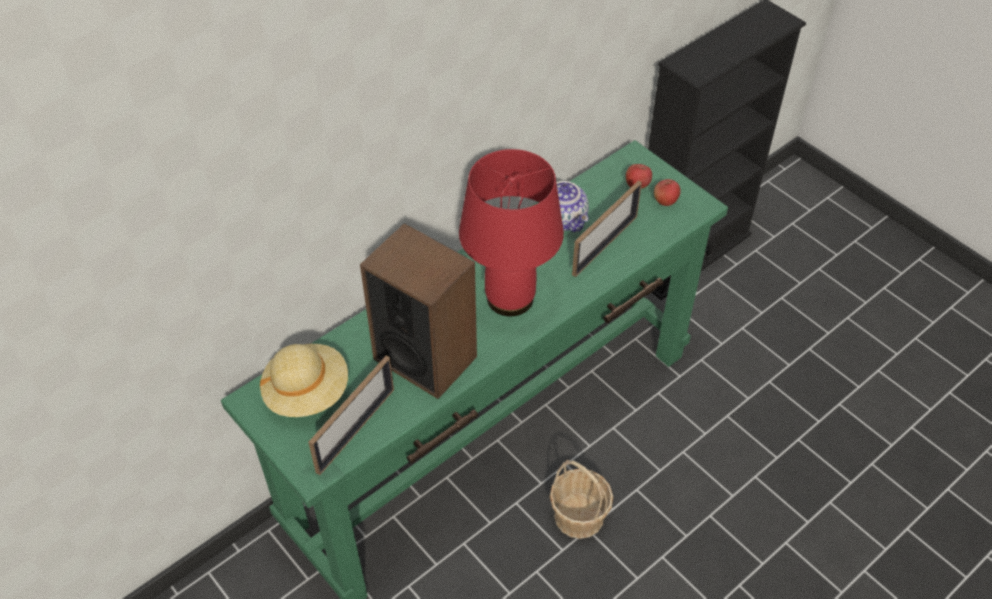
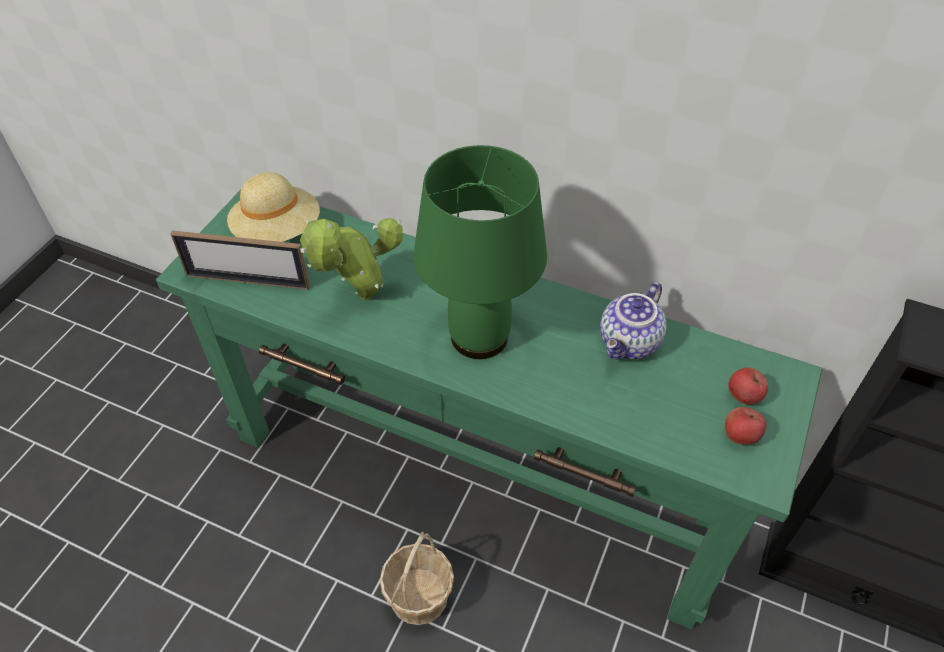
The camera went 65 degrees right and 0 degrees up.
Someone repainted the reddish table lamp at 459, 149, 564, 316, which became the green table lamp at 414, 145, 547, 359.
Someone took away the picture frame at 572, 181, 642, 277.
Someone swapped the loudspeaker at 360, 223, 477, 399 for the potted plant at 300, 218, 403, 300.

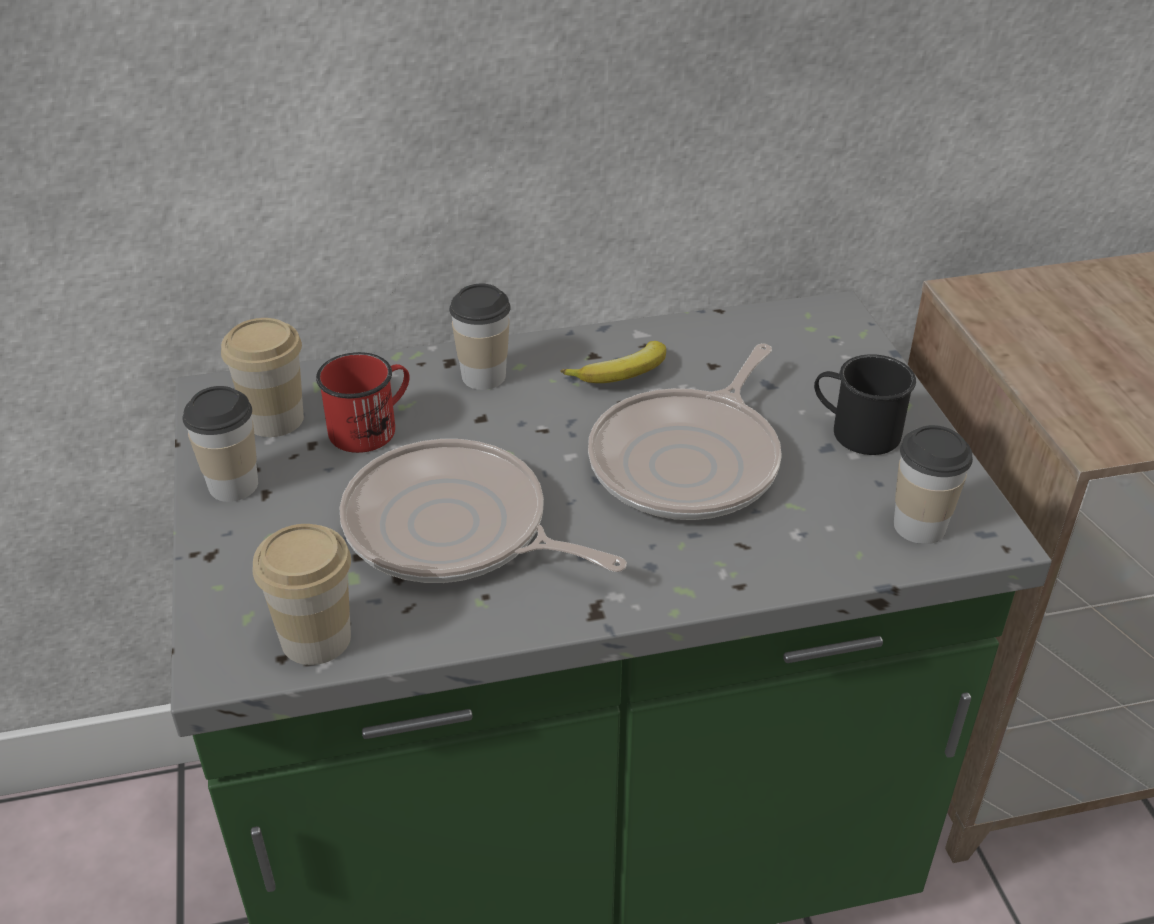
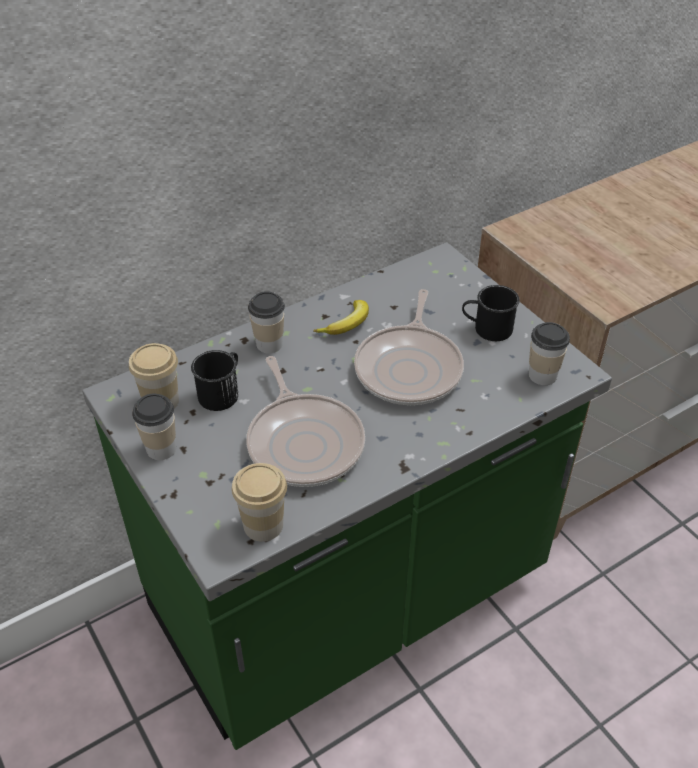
The camera went 20 degrees left and 5 degrees up.
Someone repainted the reddish coffee mug at 316, 352, 410, 453, which became the black-coloured coffee mug at 191, 350, 238, 411.
Someone rotated the skillet at 339, 439, 627, 583 by 120 degrees counterclockwise.

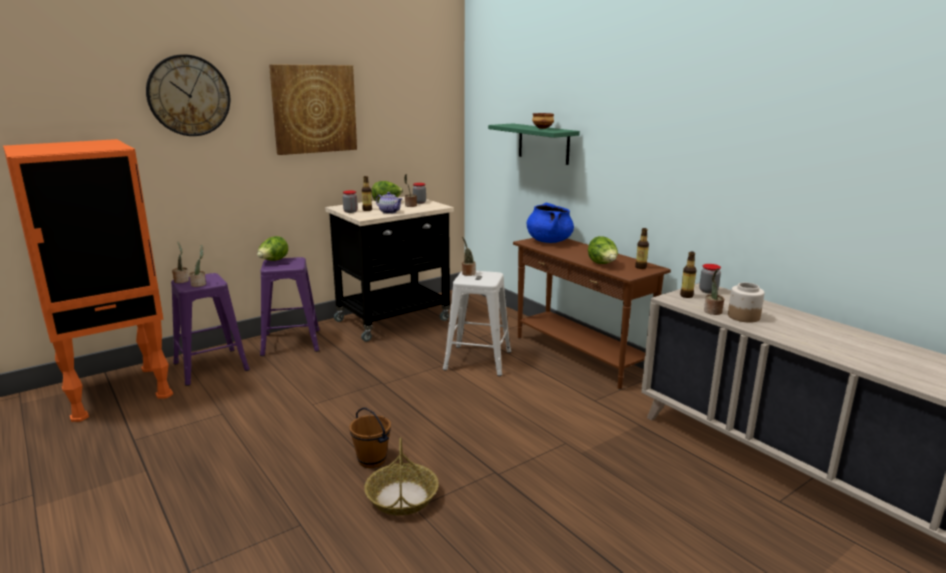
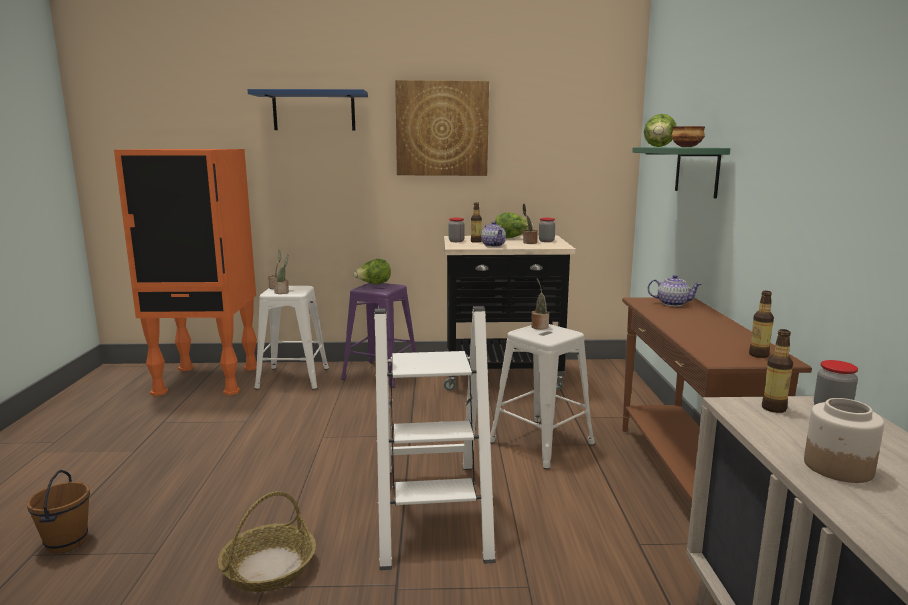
The camera went 35 degrees right and 5 degrees down.
Someone swapped the clock on the wall at 146, 54, 230, 136 for the blue wall shelf at 247, 89, 368, 130.
Someone swapped the blue cooking pot at 527, 203, 574, 243 for the teapot at 648, 275, 702, 306.
Someone carried the lettuce from 588, 236, 618, 264 to 644, 114, 677, 147.
Someone took away the potted plant at 704, 268, 724, 315.
Someone repainted the purple-coloured stool at 171, 273, 250, 386, which became the whitish stool at 254, 286, 329, 390.
Someone carried the brown bucket from 349, 407, 391, 468 to 27, 470, 90, 553.
Someone put down the whitish step ladder at 374, 306, 496, 570.

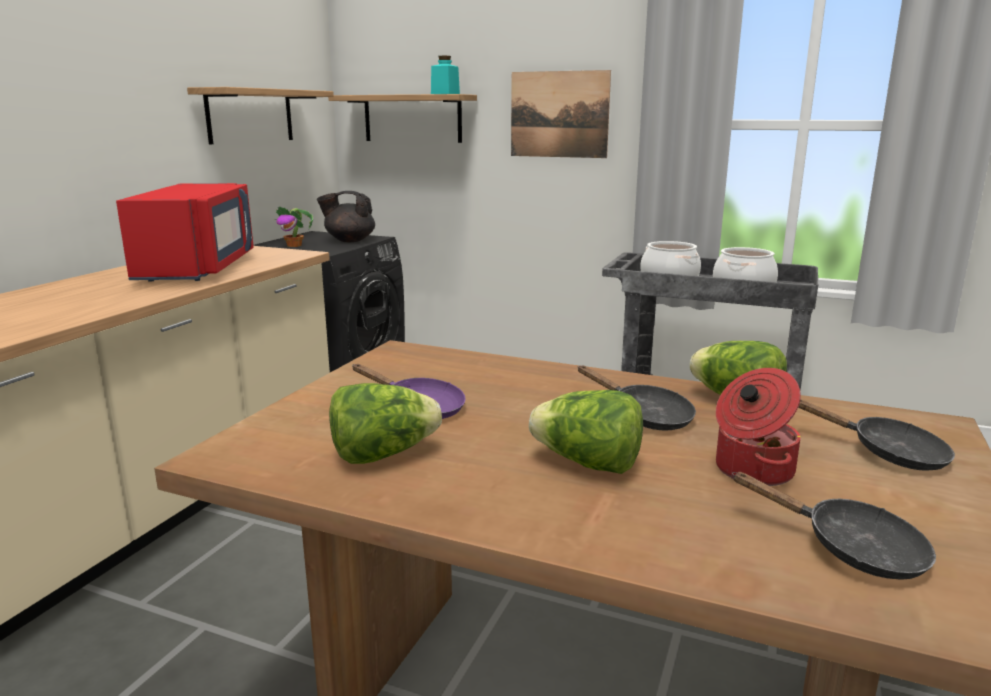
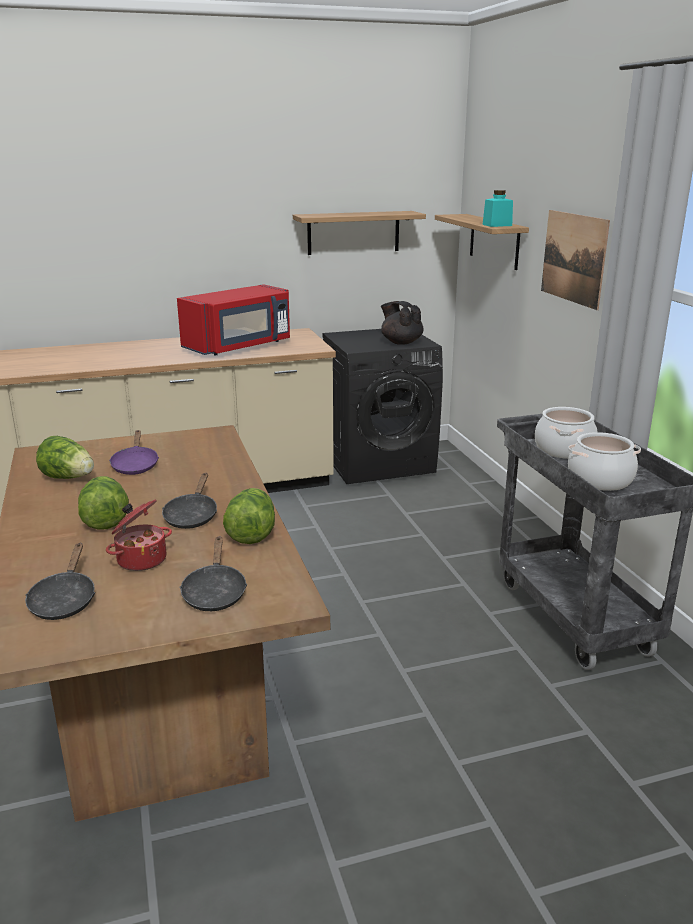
The camera went 50 degrees right and 5 degrees up.
Someone took away the potted plant at 274, 207, 313, 247.

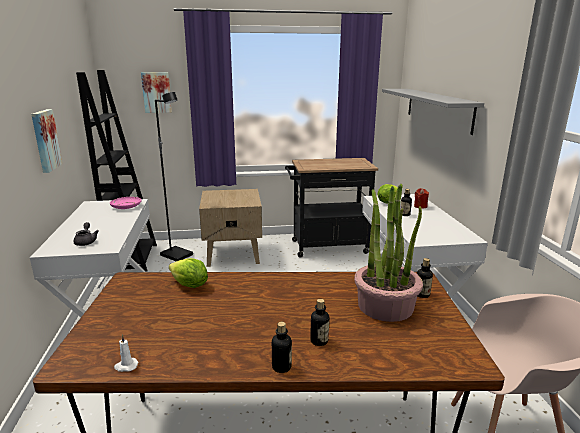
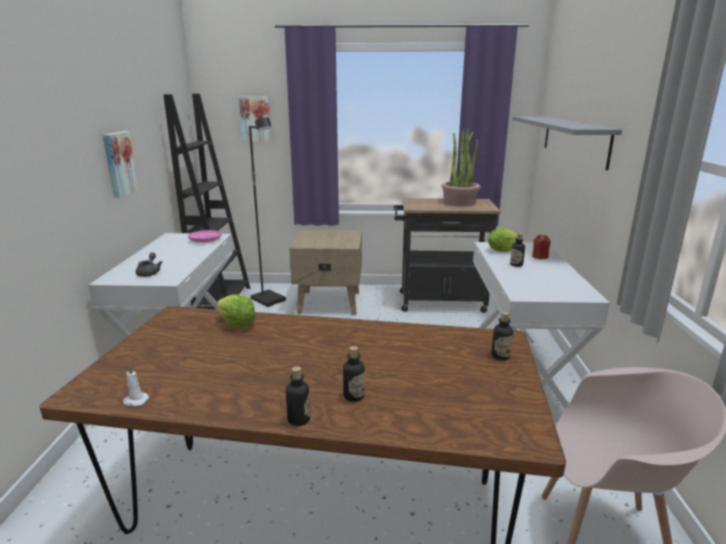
The camera went 10 degrees right and 0 degrees up.
Someone carried the potted plant from 354, 184, 423, 322 to 442, 129, 480, 206.

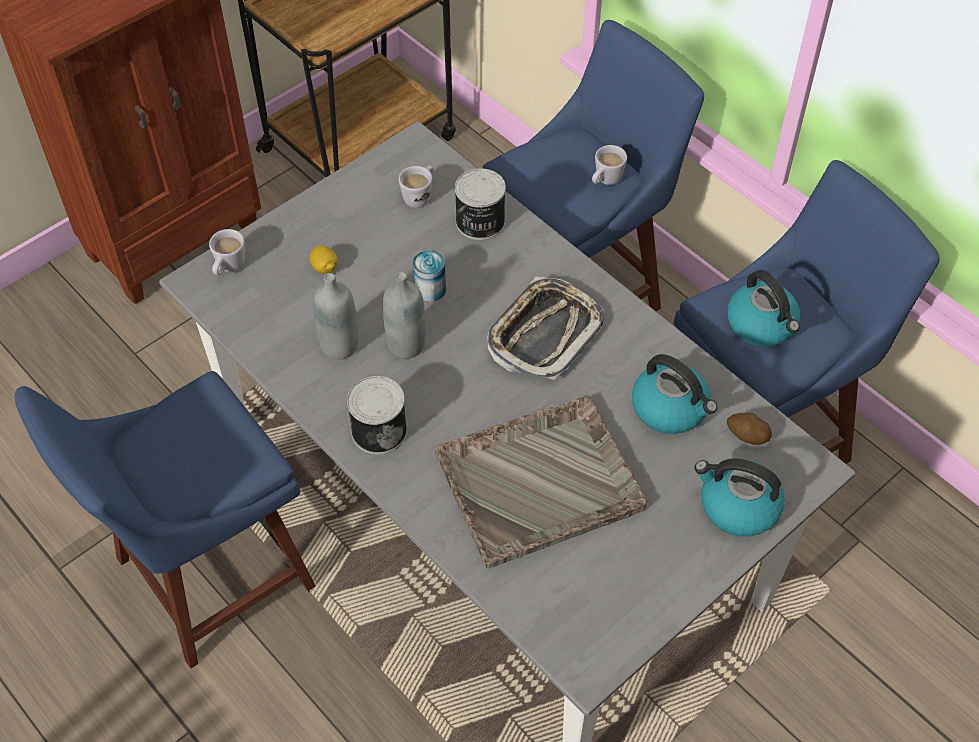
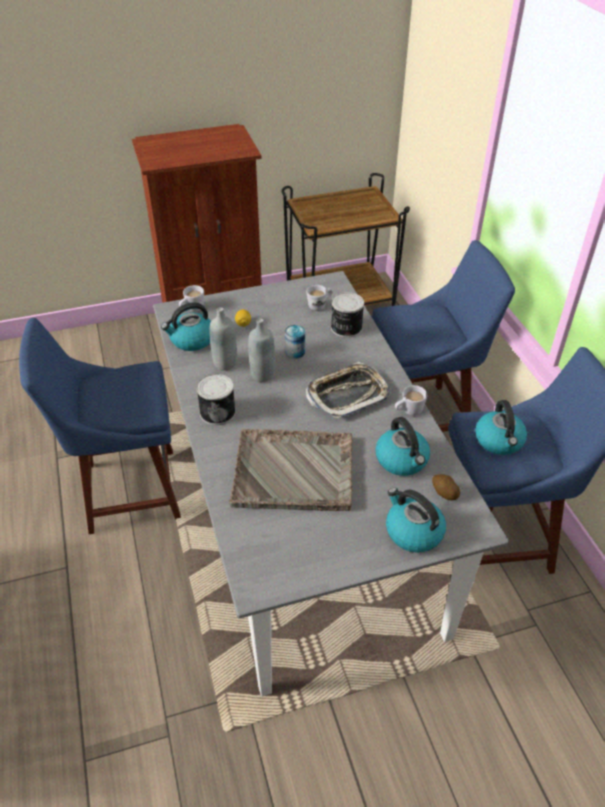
The camera went 25 degrees right and 10 degrees down.
Someone carried the whitish coffee mug from 592, 145, 627, 185 to 395, 385, 427, 416.
Someone put down the tea kettle at 161, 302, 211, 351.

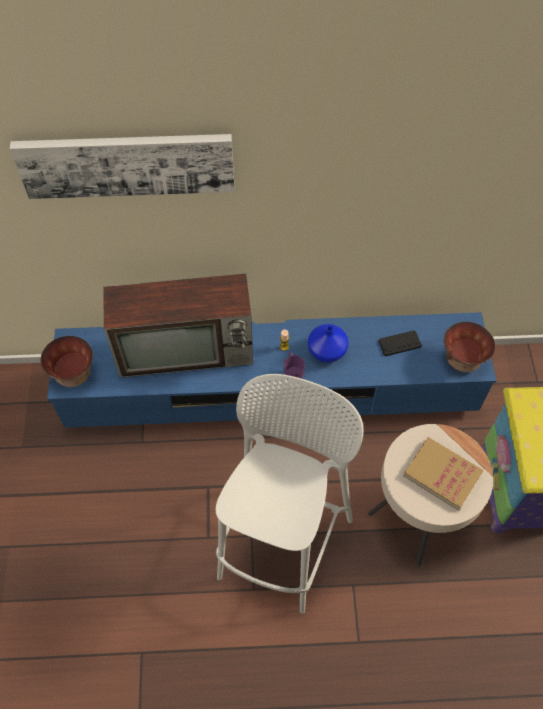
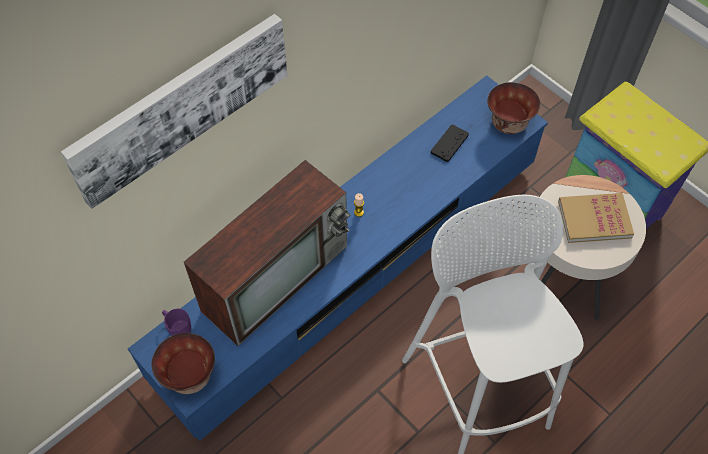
The camera went 40 degrees left and 0 degrees up.
Someone took away the blue vase at 308, 324, 349, 363.
Someone carried the purple-coloured coffee mug from 284, 352, 305, 380 to 162, 309, 191, 336.

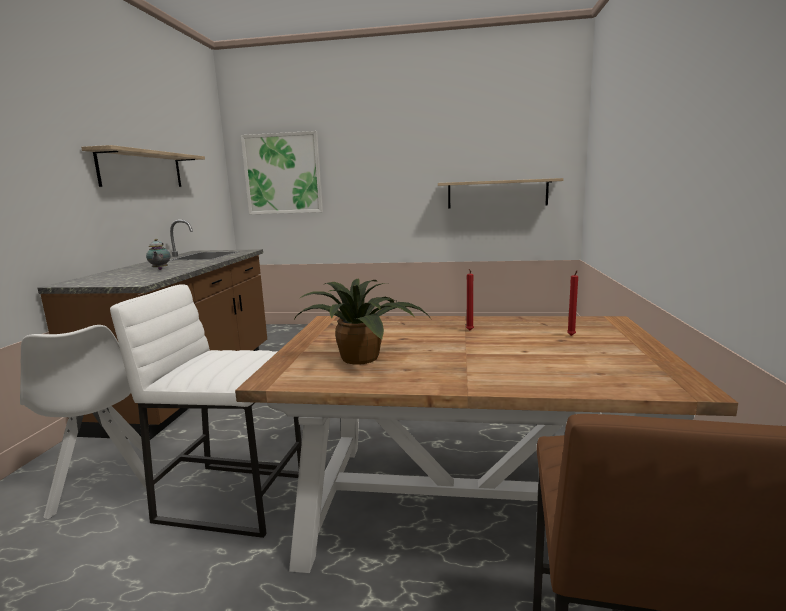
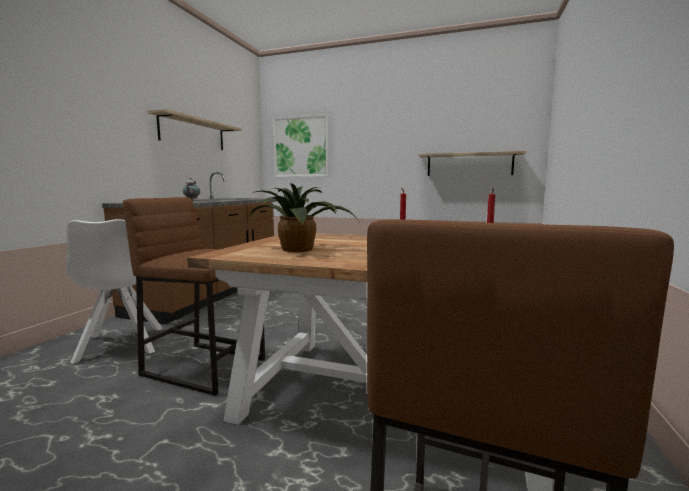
The camera went 10 degrees right and 5 degrees down.
Someone repainted the whitish stool at 110, 284, 302, 538, which became the brown stool at 123, 197, 265, 396.

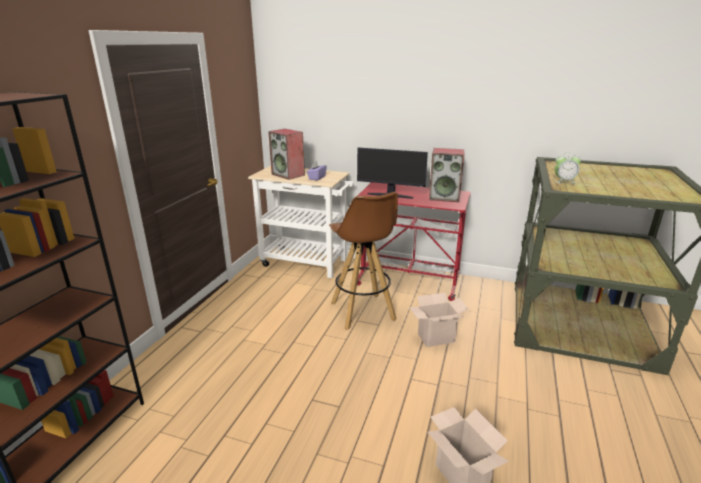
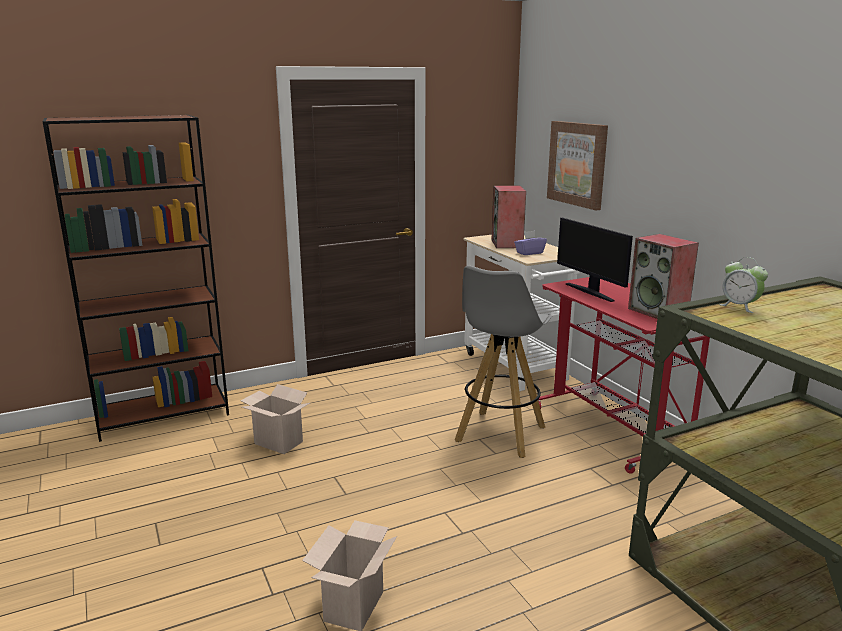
The camera went 45 degrees right and 5 degrees down.
Someone repainted the brown stool at 329, 192, 398, 330, which became the grey stool at 455, 265, 552, 458.
Someone carried the cardboard box from 410, 293, 469, 347 to 241, 384, 310, 454.
Someone put up the wall art at 547, 121, 608, 210.

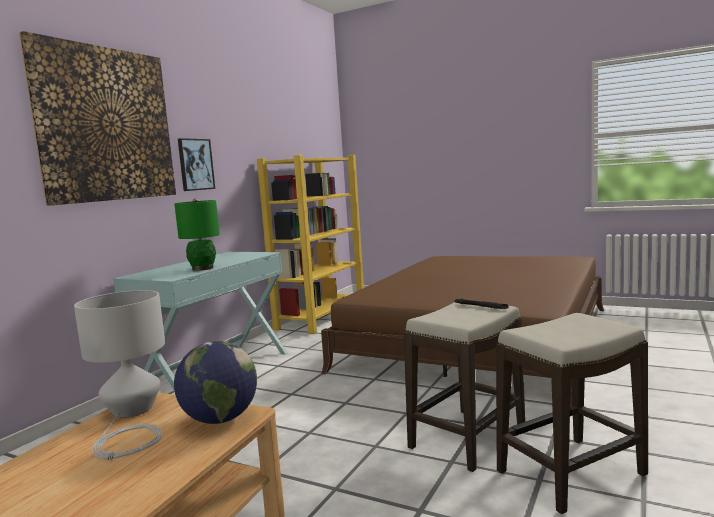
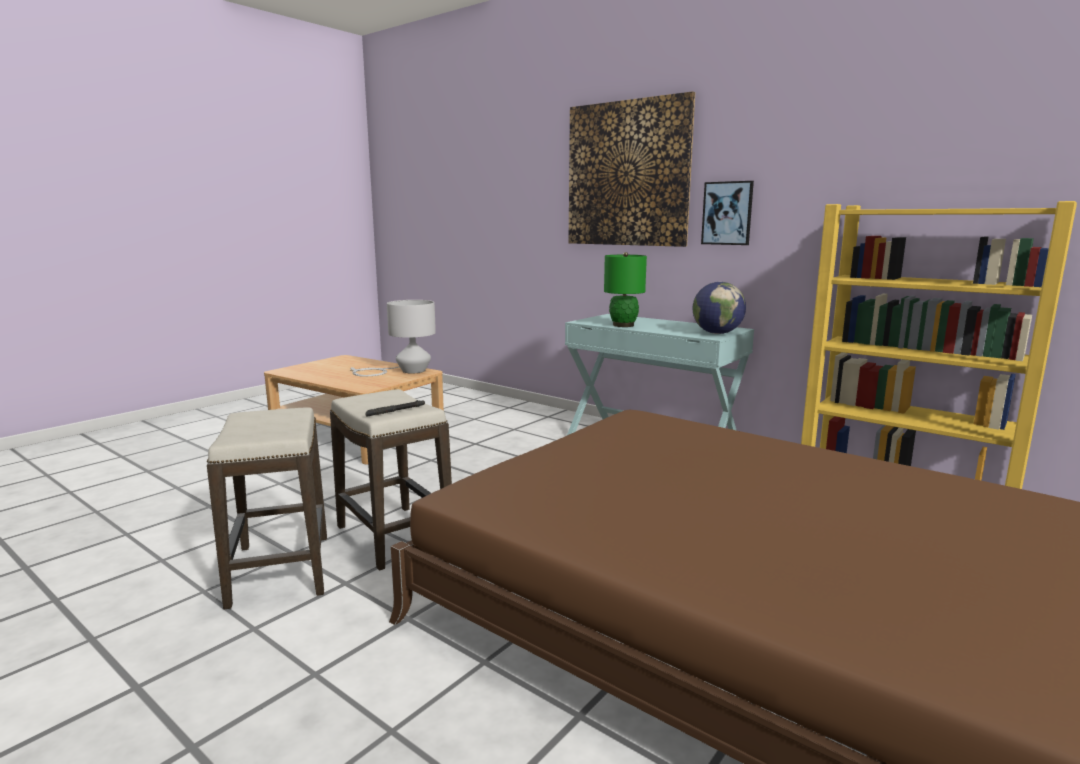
The camera went 100 degrees right and 5 degrees up.
Someone carried the world globe from 174, 341, 257, 424 to 692, 282, 746, 334.

